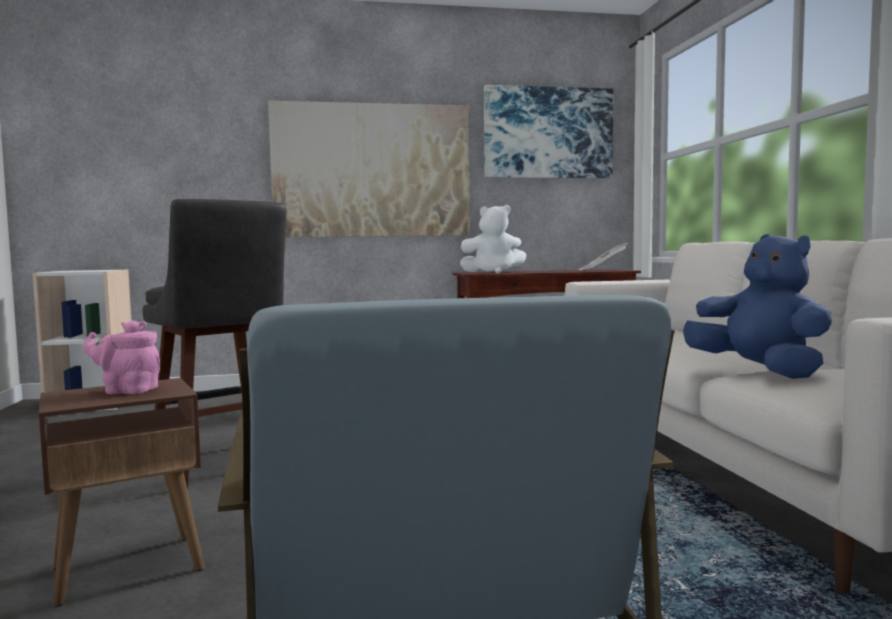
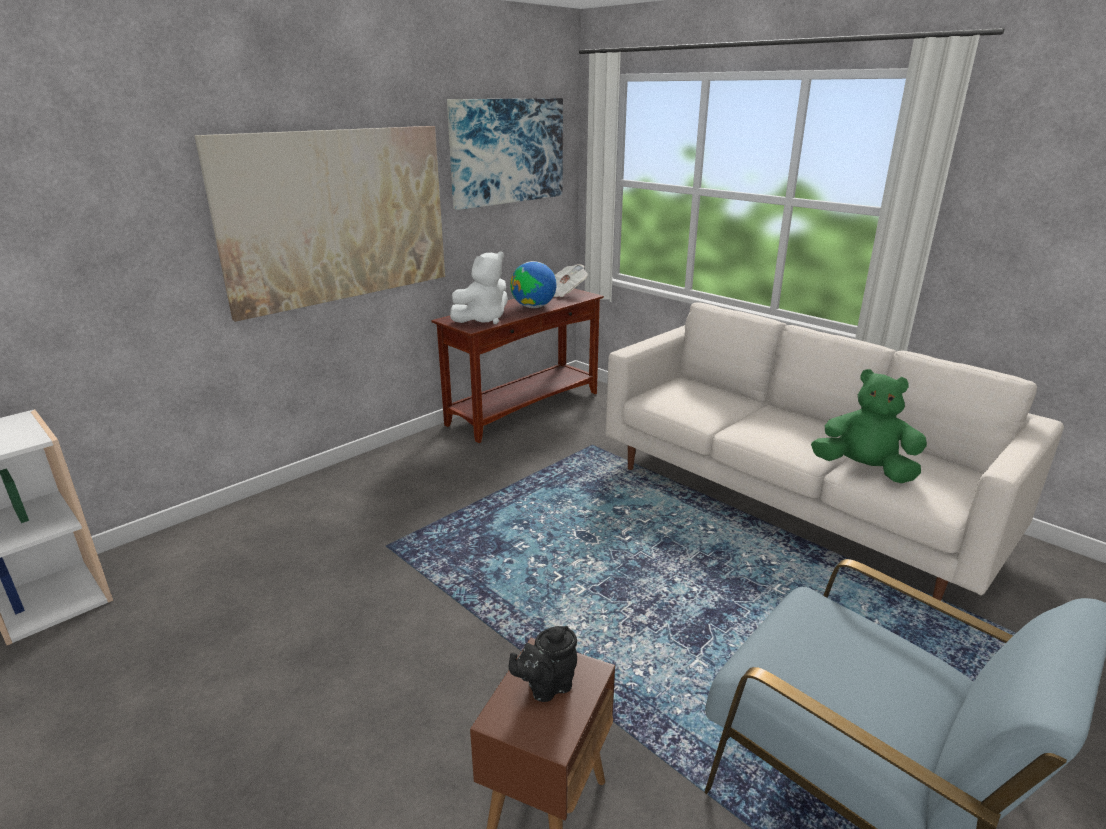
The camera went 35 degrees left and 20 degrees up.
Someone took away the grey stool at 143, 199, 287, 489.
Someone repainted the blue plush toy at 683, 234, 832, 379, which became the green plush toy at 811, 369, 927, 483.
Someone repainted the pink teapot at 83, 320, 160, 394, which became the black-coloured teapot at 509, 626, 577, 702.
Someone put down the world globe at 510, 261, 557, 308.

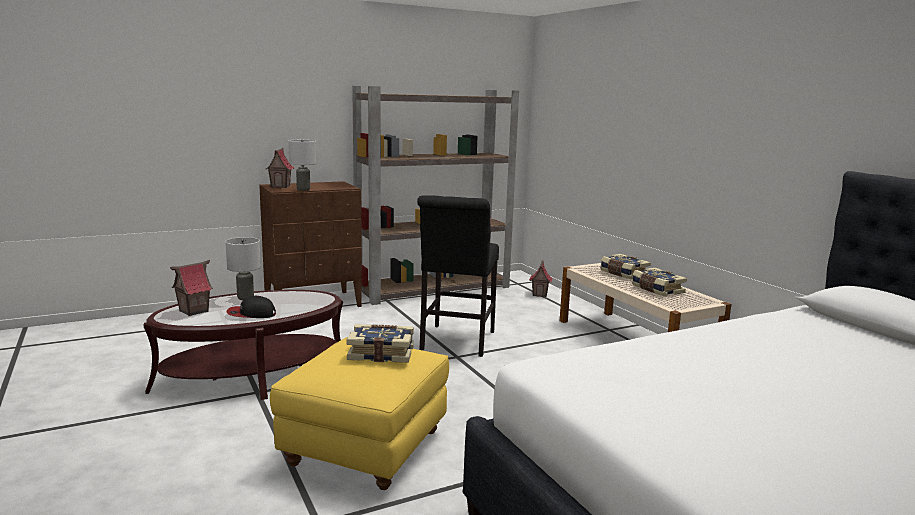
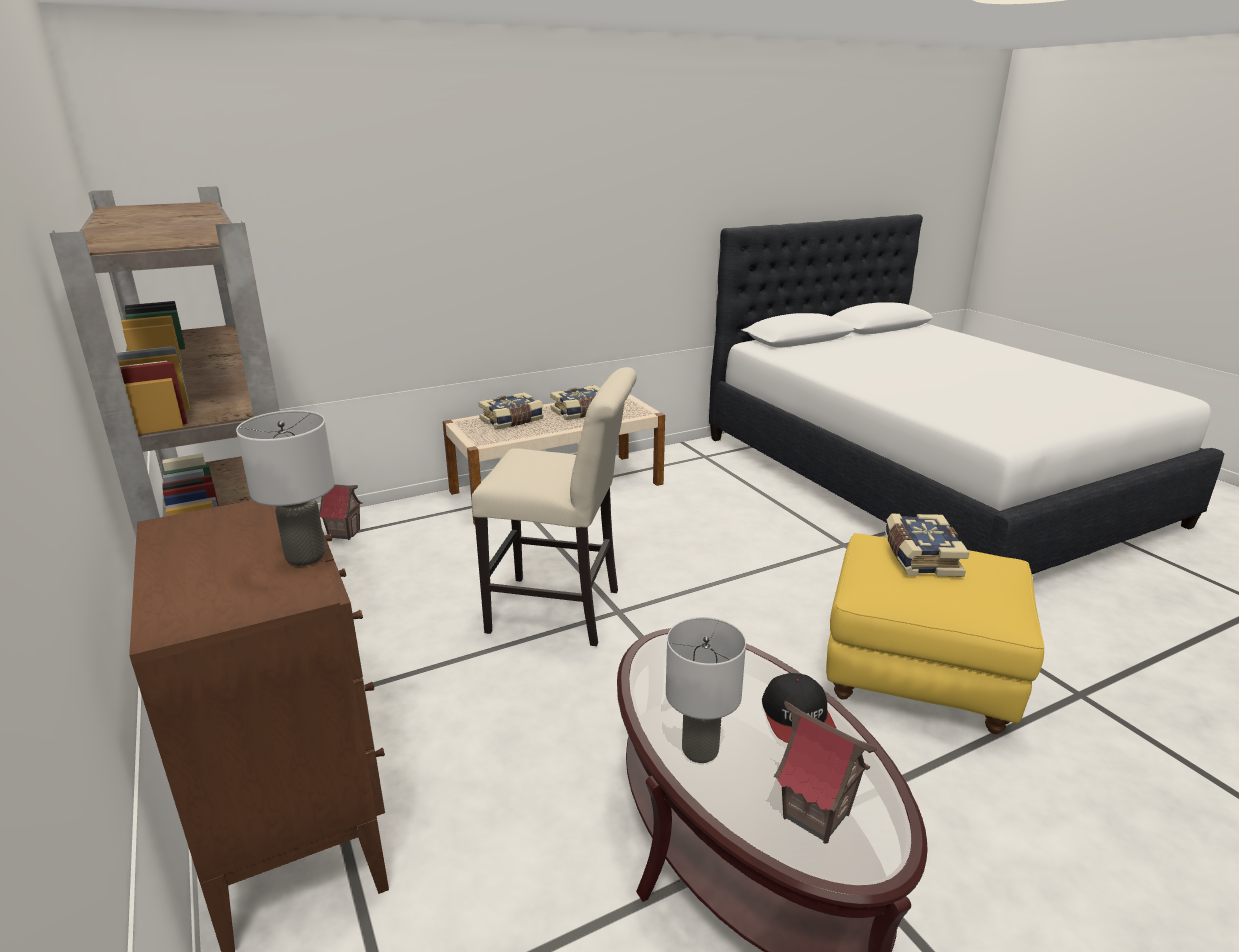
The camera went 90 degrees left and 10 degrees up.
Someone took away the toy house at 266, 148, 294, 188.
Someone repainted the black-coloured stool at 417, 195, 499, 357, which became the sand-coloured stool at 472, 367, 637, 646.

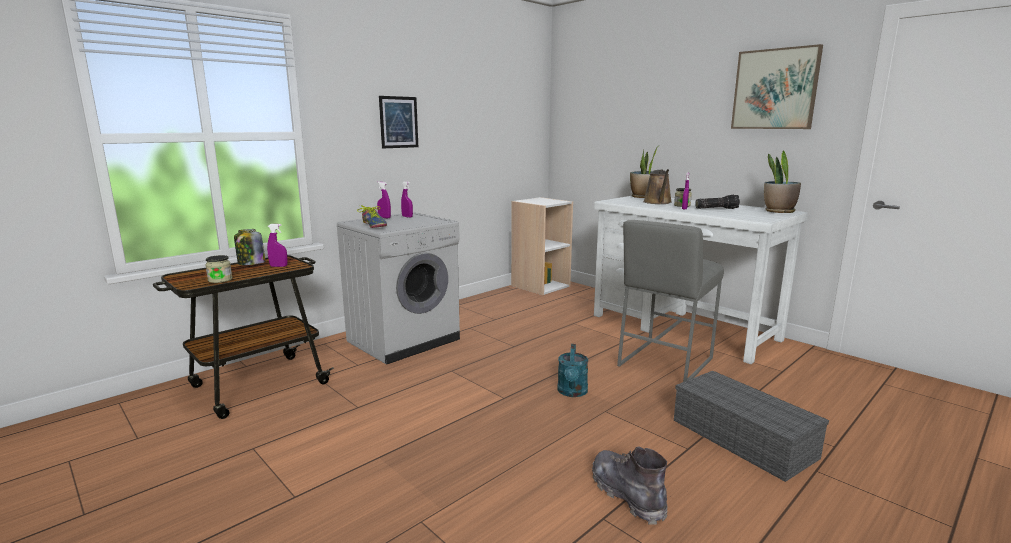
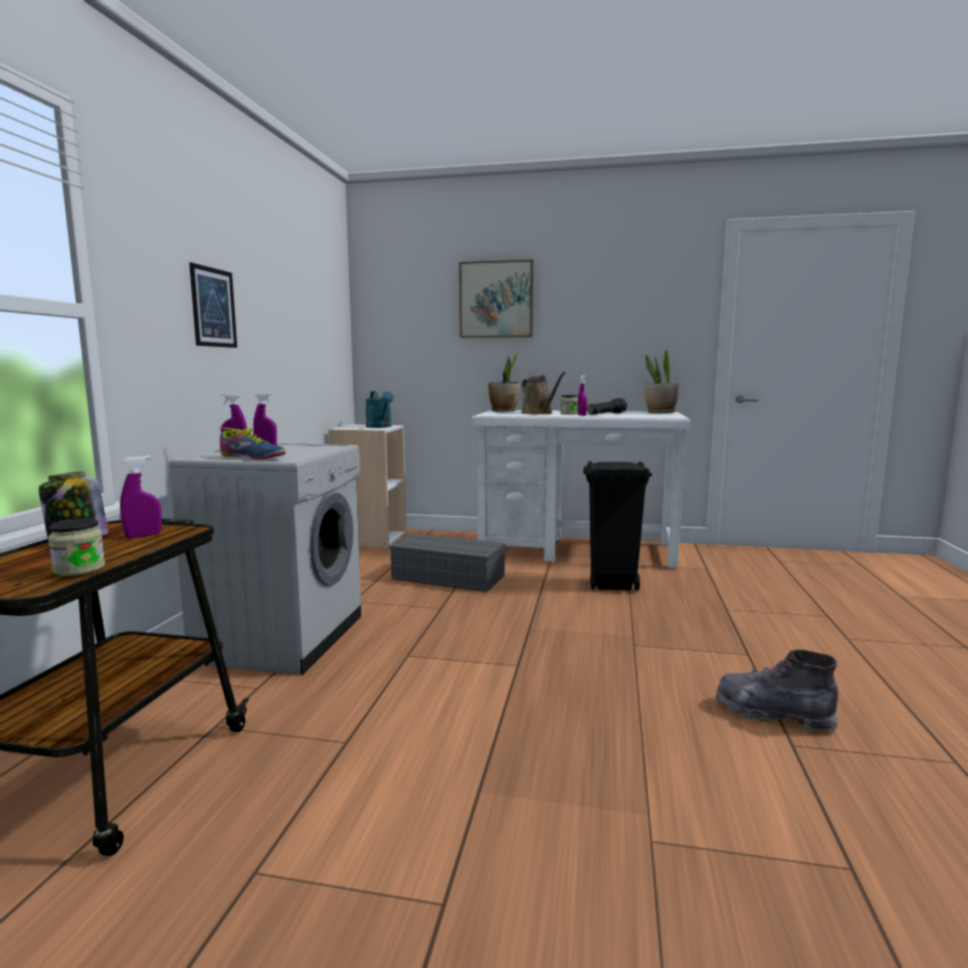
The camera went 35 degrees left and 5 degrees down.
Someone carried the wall art from 731, 44, 823, 129 to 459, 260, 534, 338.
Someone swapped the grey stool at 617, 220, 724, 382 for the black-coloured trash can at 584, 461, 652, 591.
Someone carried the turquoise-coloured watering can from 557, 344, 588, 397 to 365, 391, 394, 428.
Someone carried the grey storage box from 674, 371, 829, 482 to 389, 534, 506, 592.

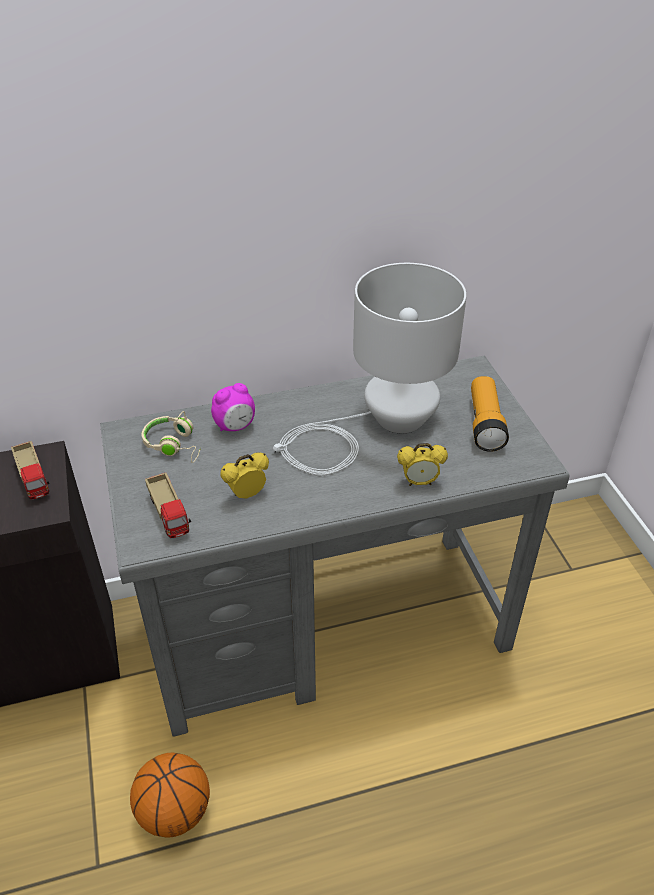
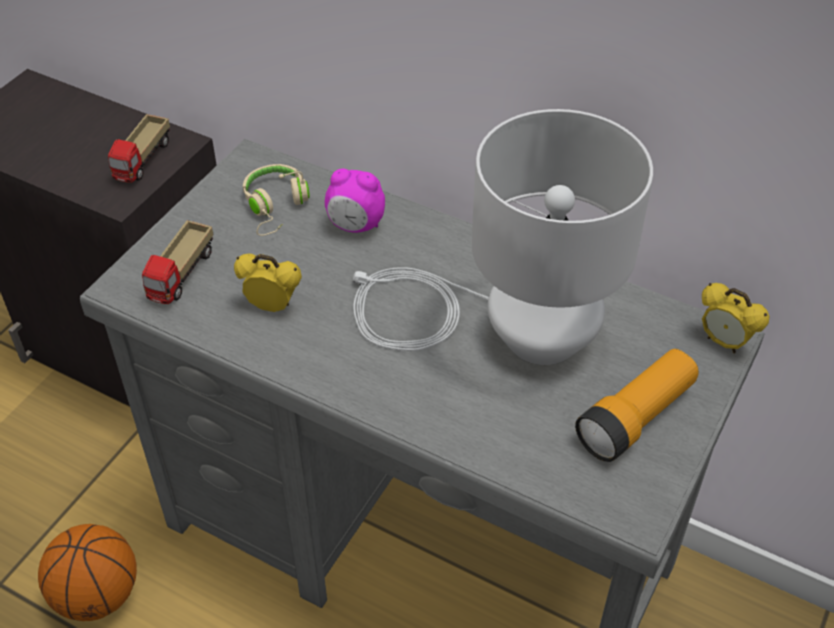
The camera went 45 degrees right and 5 degrees up.
Someone carried the alarm clock from 397, 443, 448, 486 to 702, 283, 769, 353.

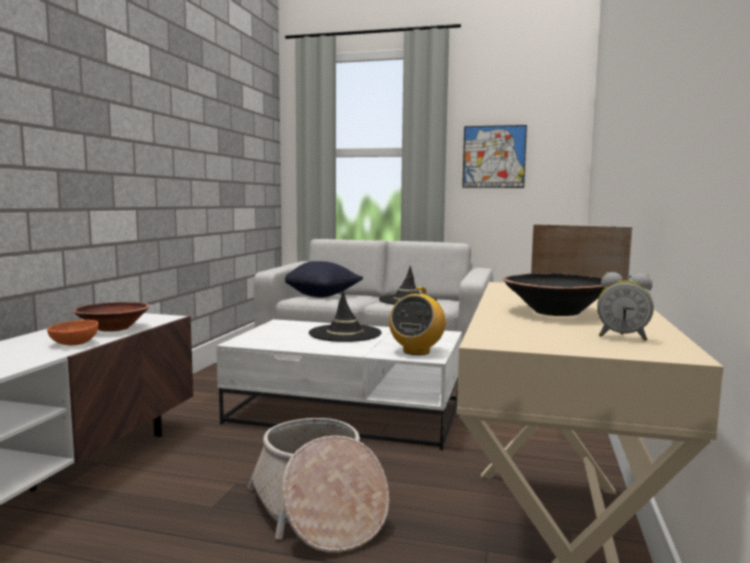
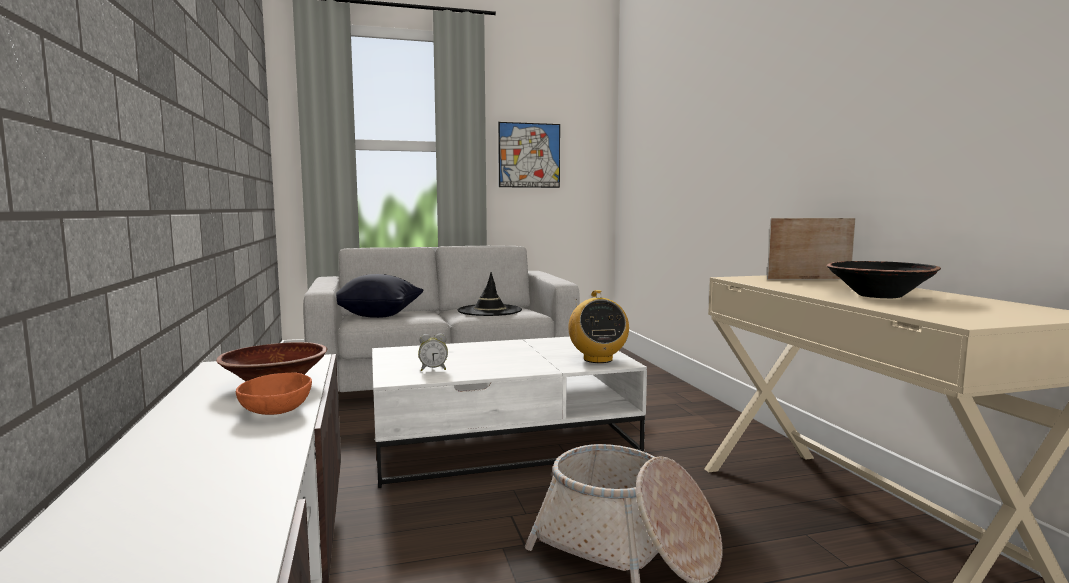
The camera went 30 degrees left and 0 degrees up.
Someone carried the alarm clock from 597, 272, 654, 341 to 418, 333, 448, 371.
Someone took away the black-coloured hat at 309, 290, 381, 342.

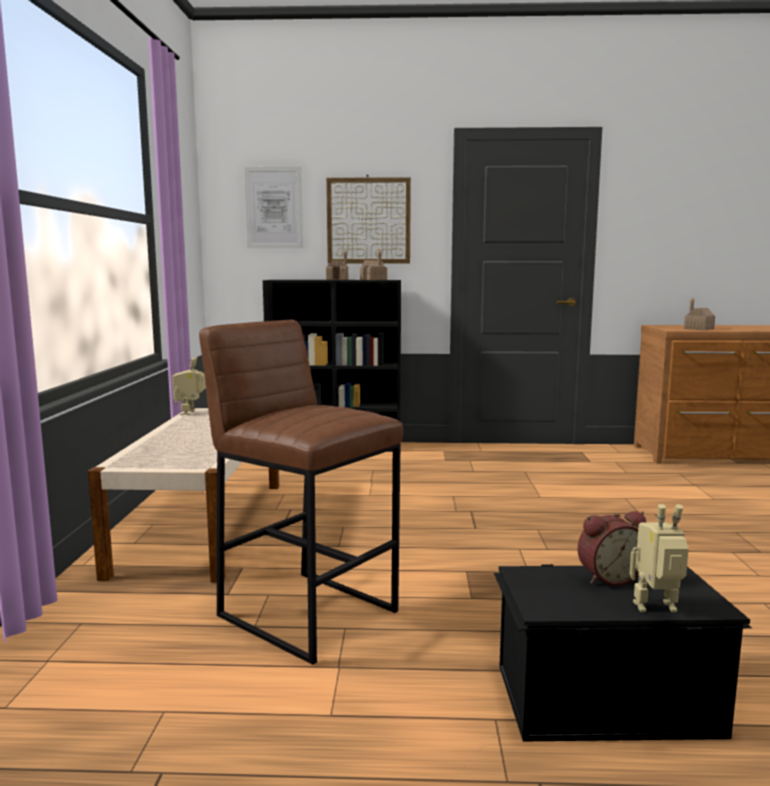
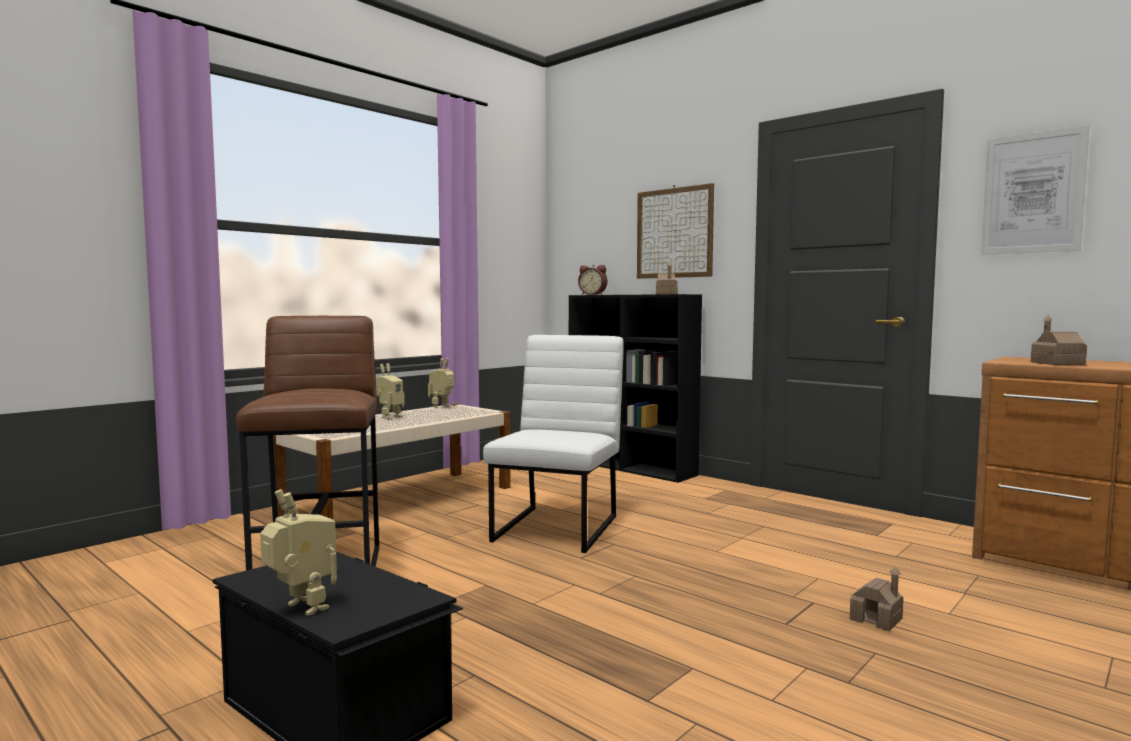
The camera went 40 degrees right and 5 degrees down.
Someone carried the wall art from 244, 166, 303, 248 to 981, 125, 1089, 255.
Someone carried the toy house from 326, 250, 348, 280 to 850, 566, 903, 631.
Someone carried the alarm clock from 577, 511, 646, 586 to 578, 265, 607, 295.
Someone put down the whitish upright chair at 483, 335, 624, 553.
Someone put down the robot figure at 376, 363, 405, 419.

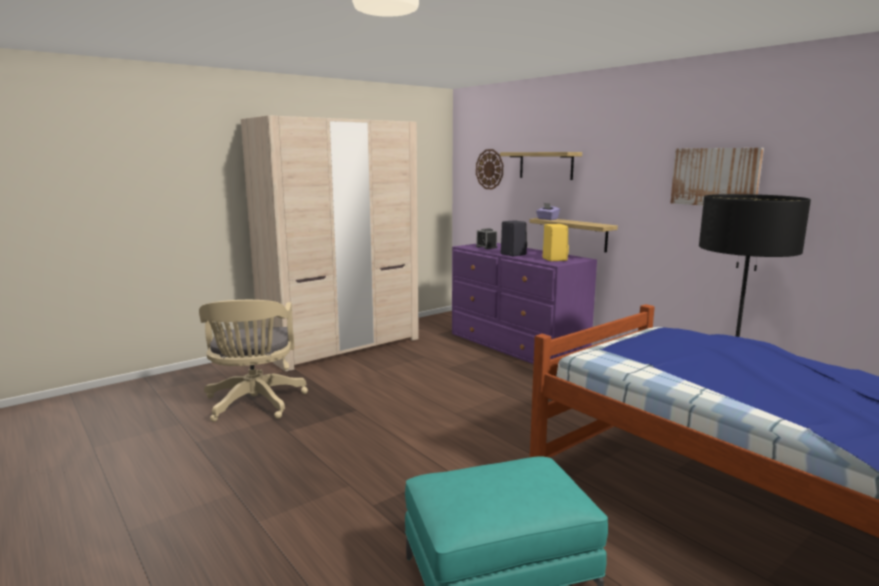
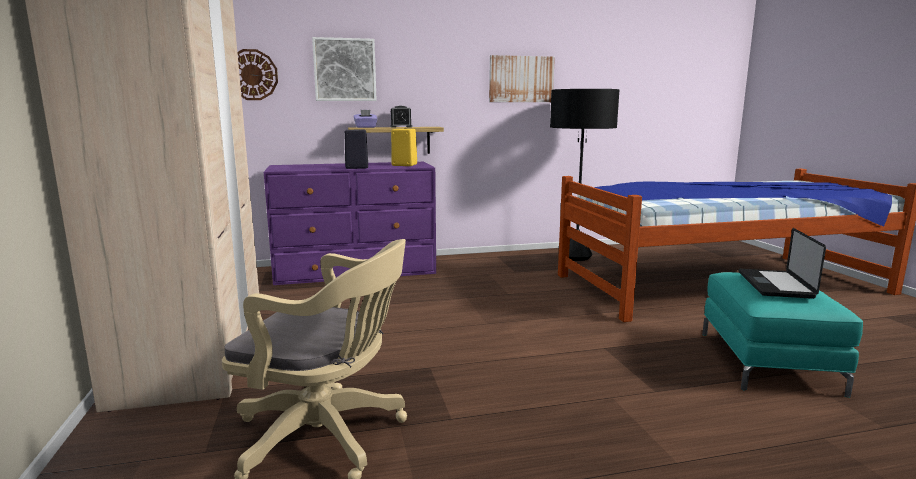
The camera went 65 degrees left and 0 degrees up.
Someone swapped the wall shelf at 500, 152, 582, 180 for the wall art at 312, 37, 377, 101.
Someone carried the alarm clock from 476, 228, 497, 249 to 390, 106, 412, 128.
Someone put down the laptop at 739, 228, 826, 299.

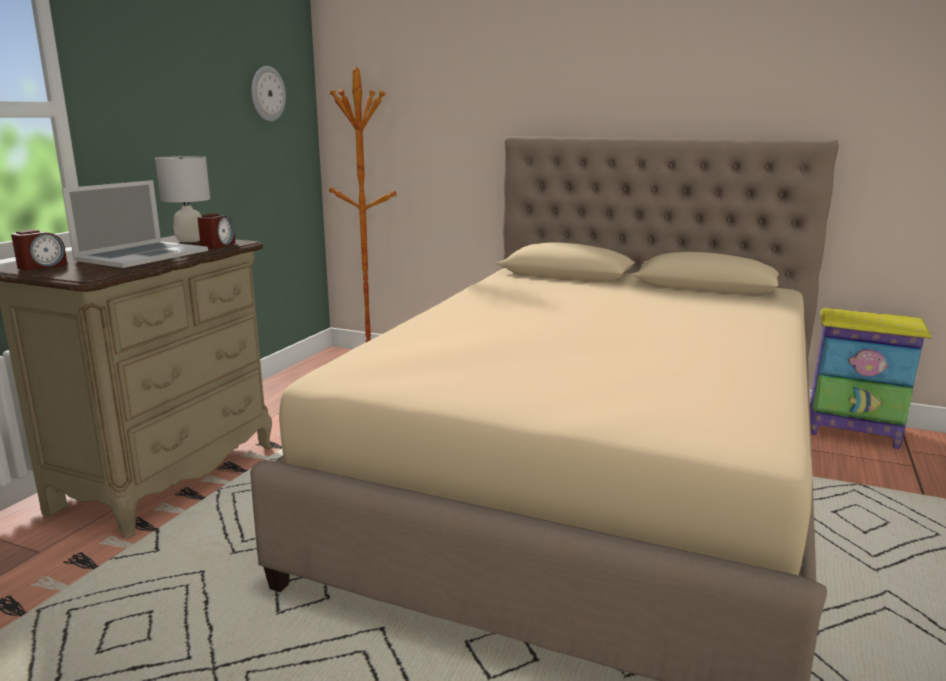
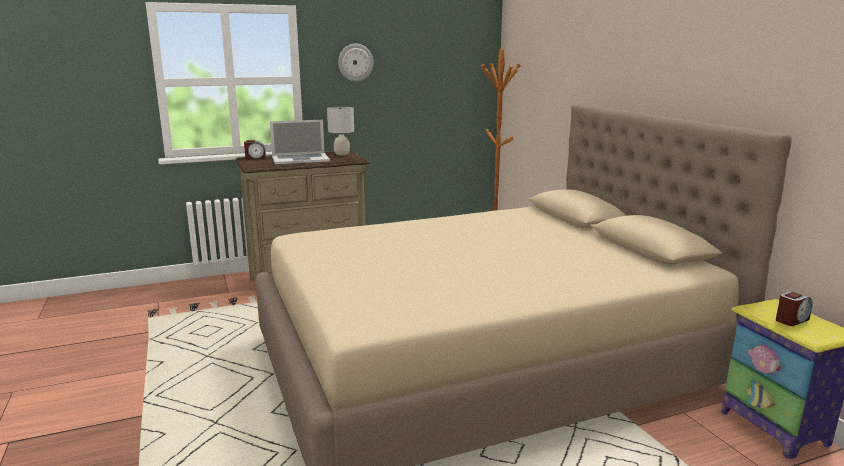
The camera went 45 degrees right and 0 degrees up.
Someone carried the clock on the wall from 251, 66, 286, 122 to 338, 44, 374, 82.
Someone carried the alarm clock from 198, 214, 236, 249 to 776, 291, 813, 326.

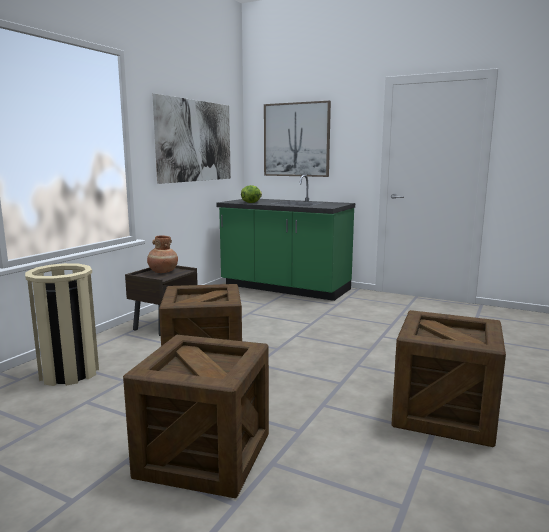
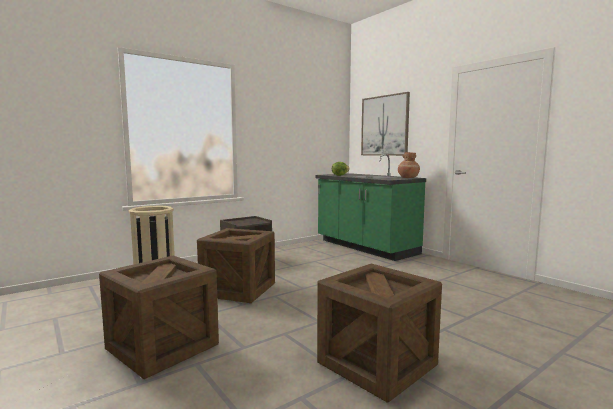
The camera went 25 degrees right and 5 degrees down.
Someone took away the wall art at 153, 94, 231, 184.
Someone carried the brown vase from 147, 235, 178, 273 to 398, 152, 420, 178.

